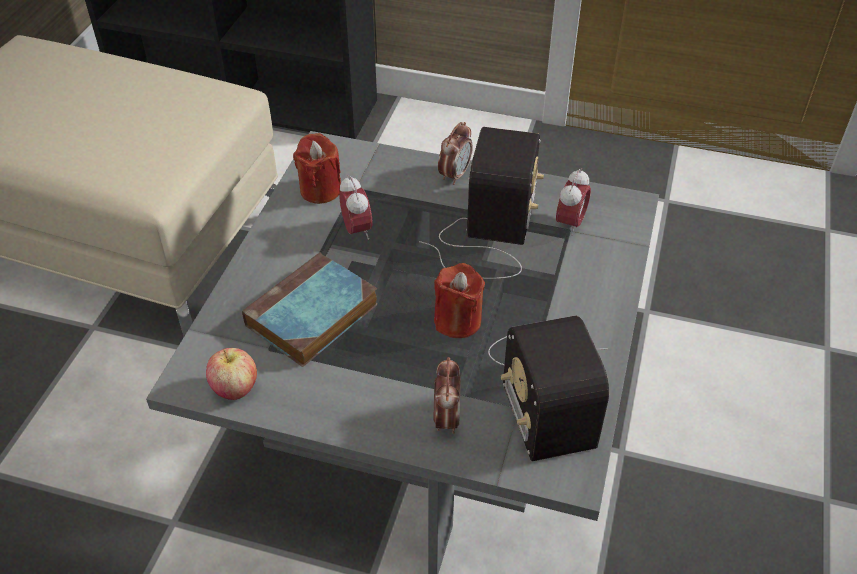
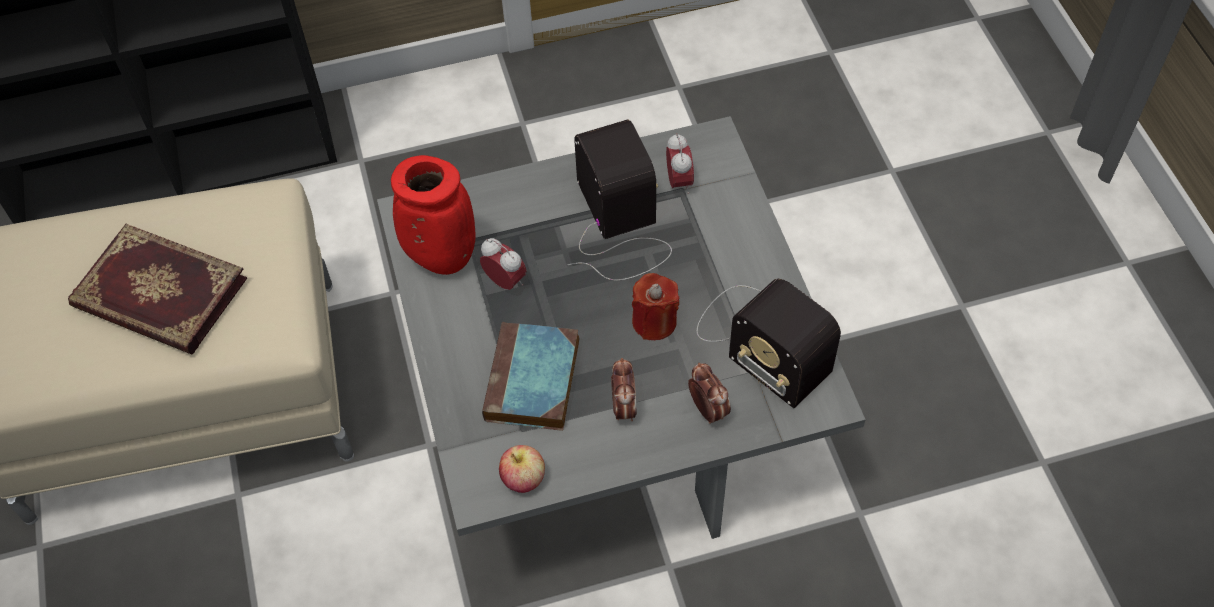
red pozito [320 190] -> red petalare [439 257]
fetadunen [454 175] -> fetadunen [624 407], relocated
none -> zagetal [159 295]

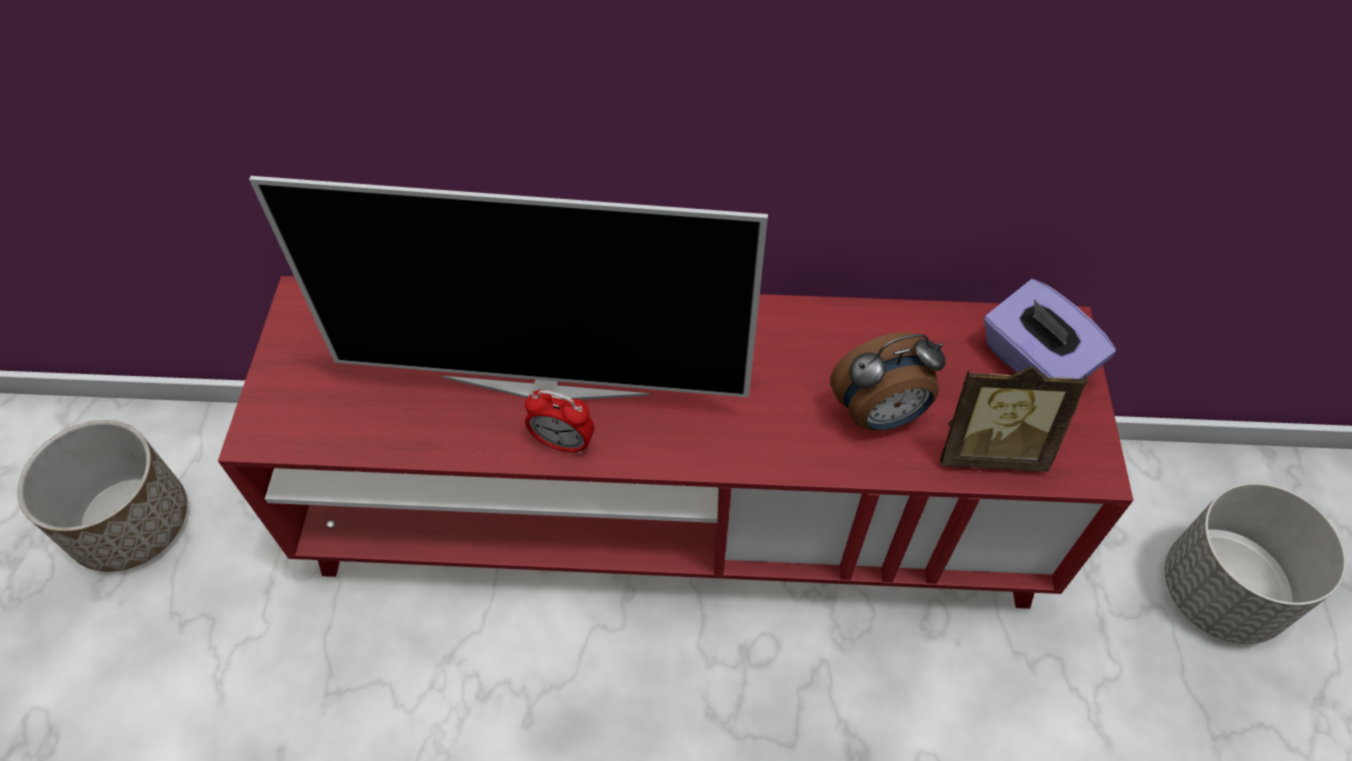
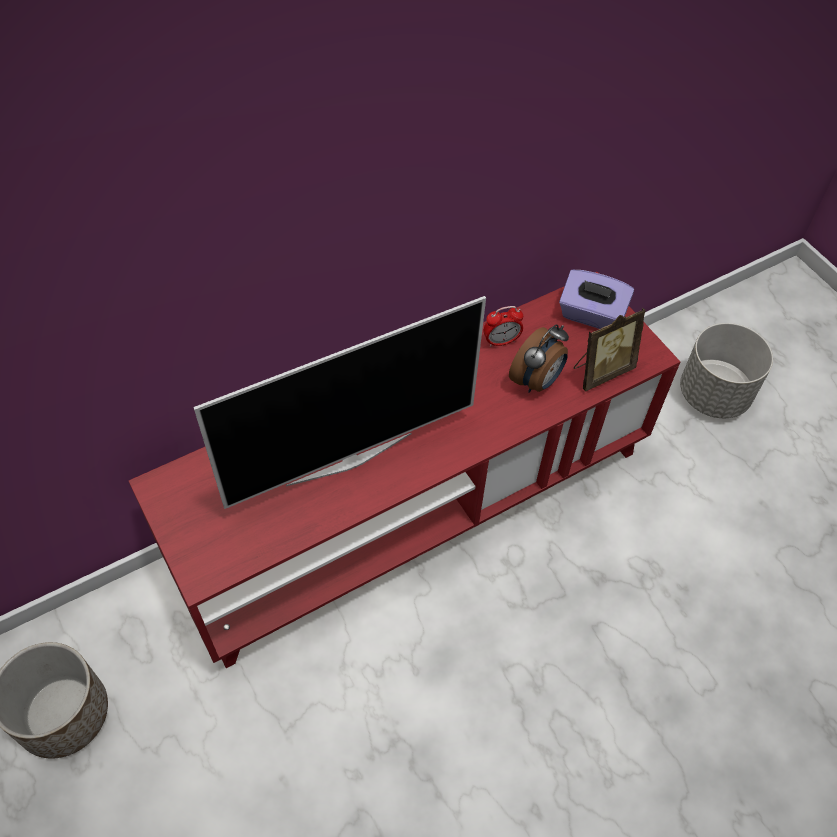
fetadunen [563 443] -> fetadunen [501 341], relocated

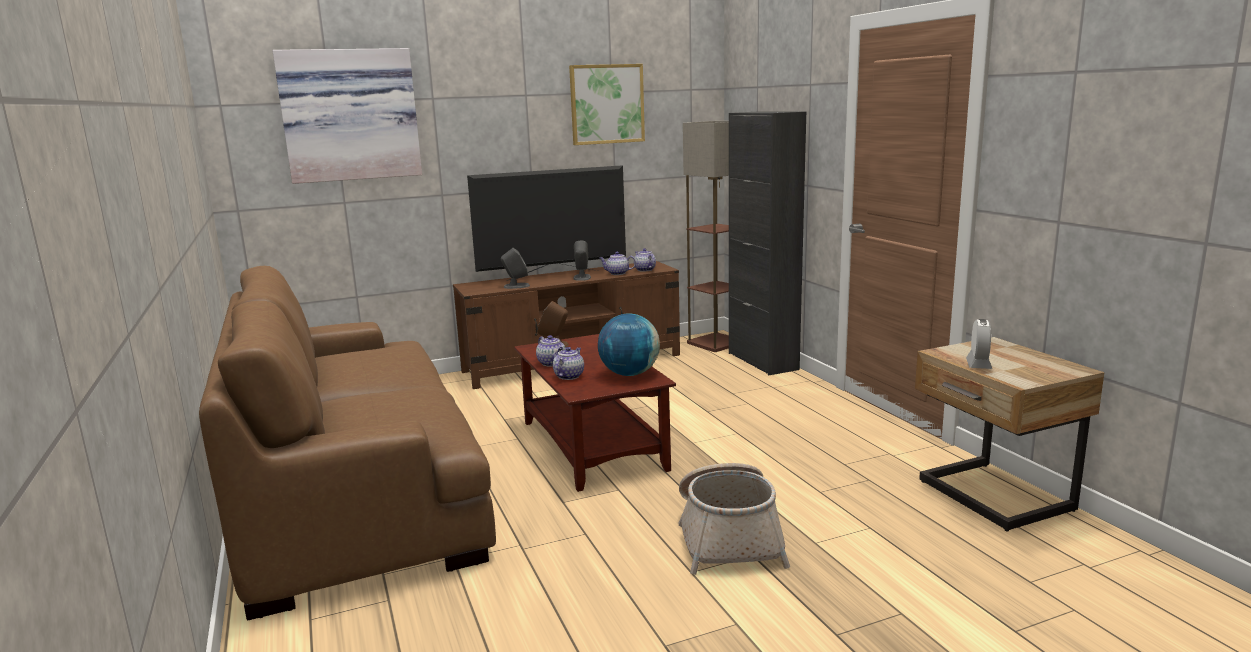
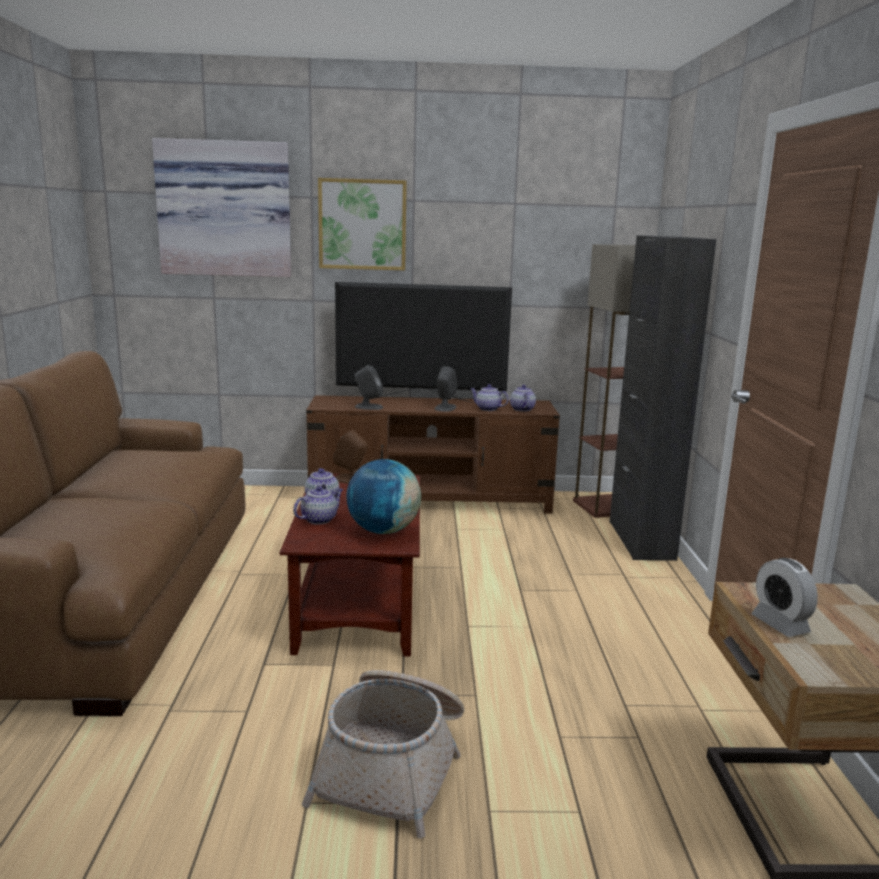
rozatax [607 104] -> rozatax [362 224], relocated
fetadunen [978 364] -> fetadunen [780 624], 120 degrees clockwise

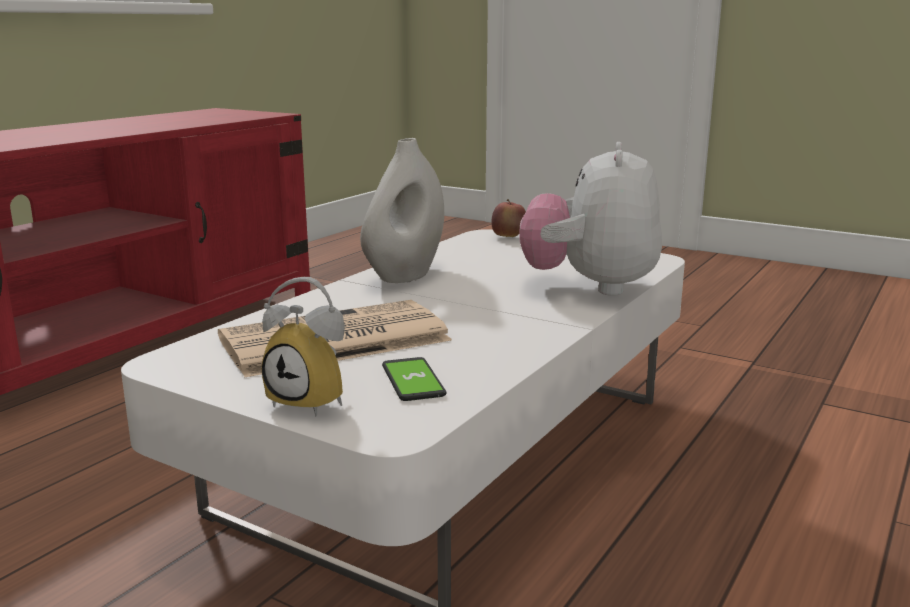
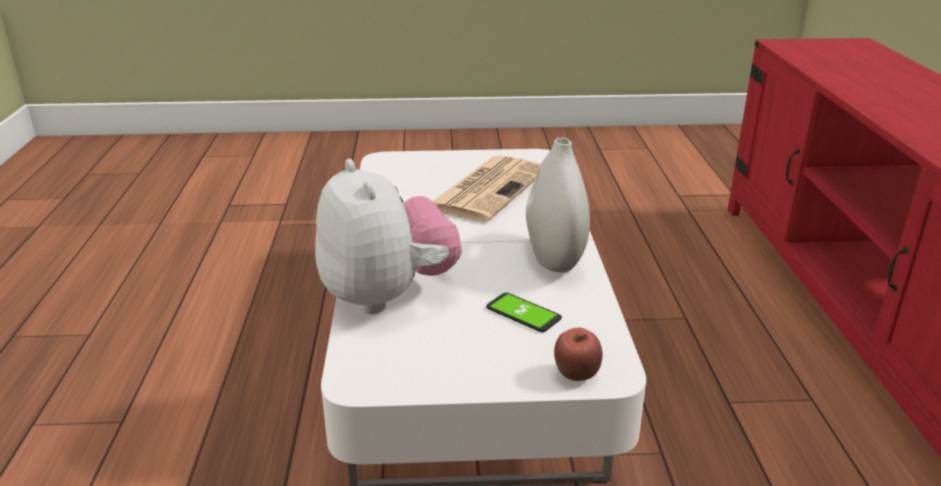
fetadunen [314 401] -> none
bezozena [412 380] -> bezozena [523 313], relocated

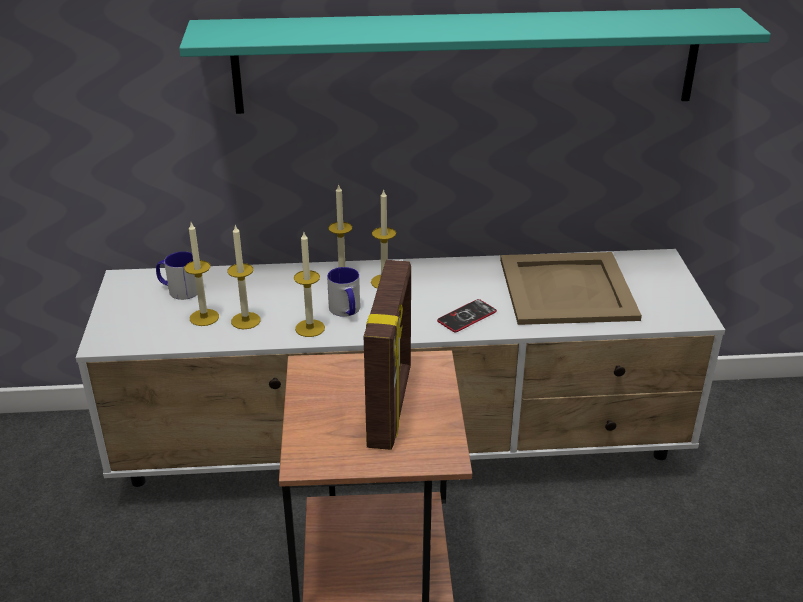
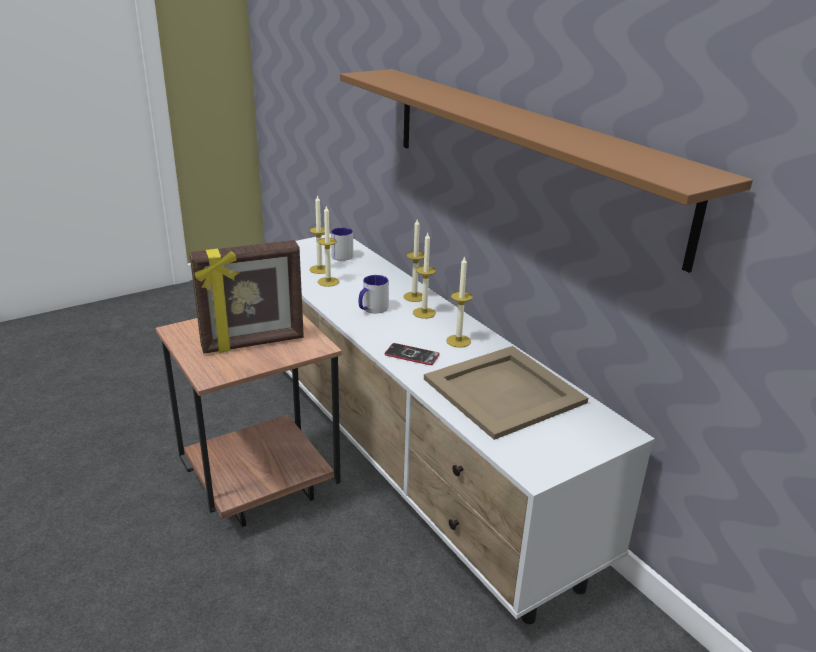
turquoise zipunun [467 61] -> brown zipunun [523 154]
pozito [310 328] -> pozito [458 341], relocated

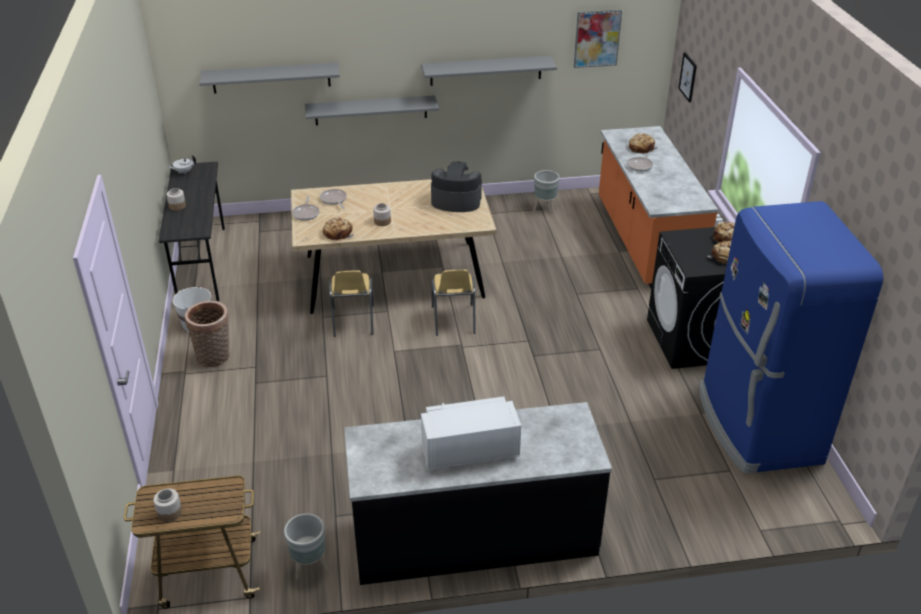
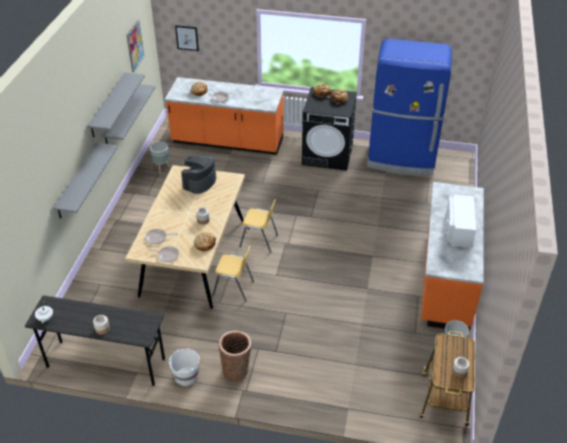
grey zipunun [271 78] -> grey zipunun [120 115], relocated
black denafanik [473 535] -> orange denafanik [445 278]

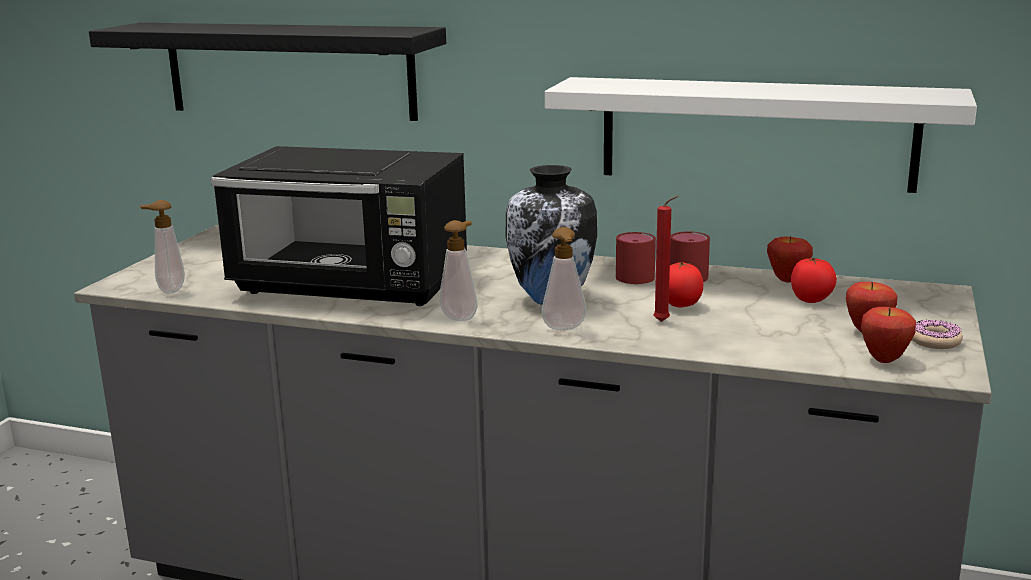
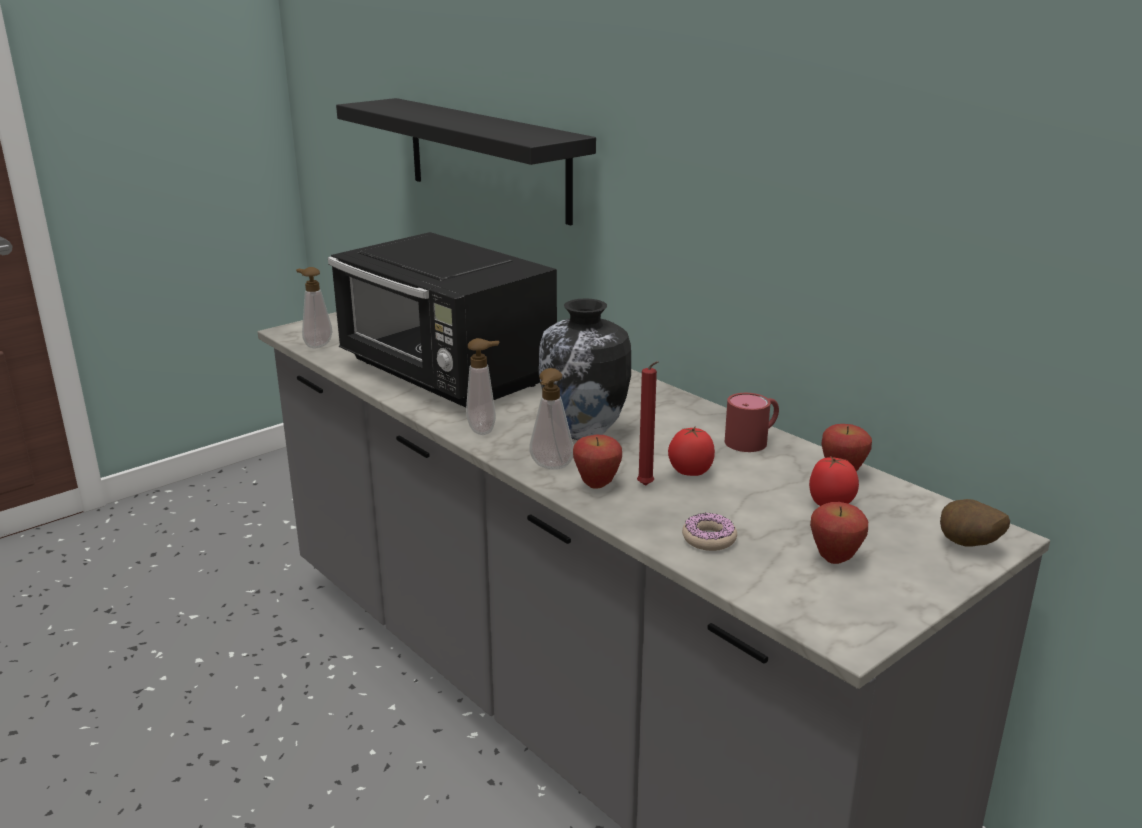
white zipunun [756 133] -> none
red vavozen [640 275] -> none
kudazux [884 360] -> kudazux [597 485], relocated
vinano [935 341] -> vinano [709 539], relocated
none -> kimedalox [968 546]

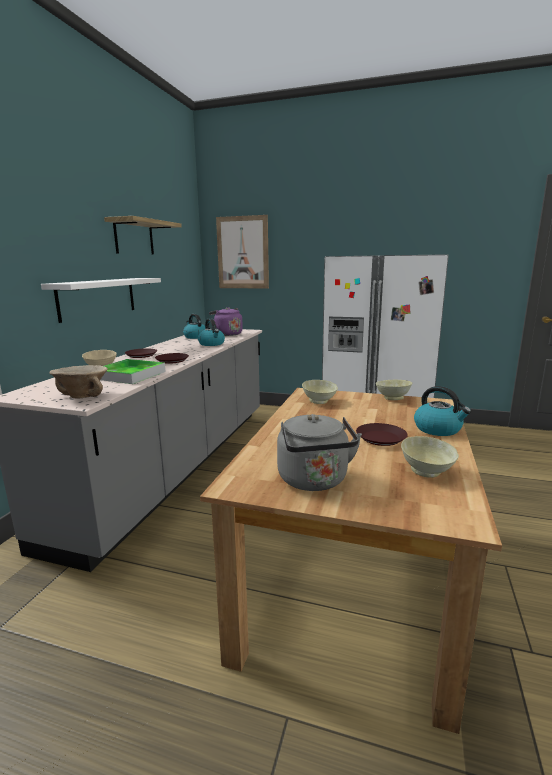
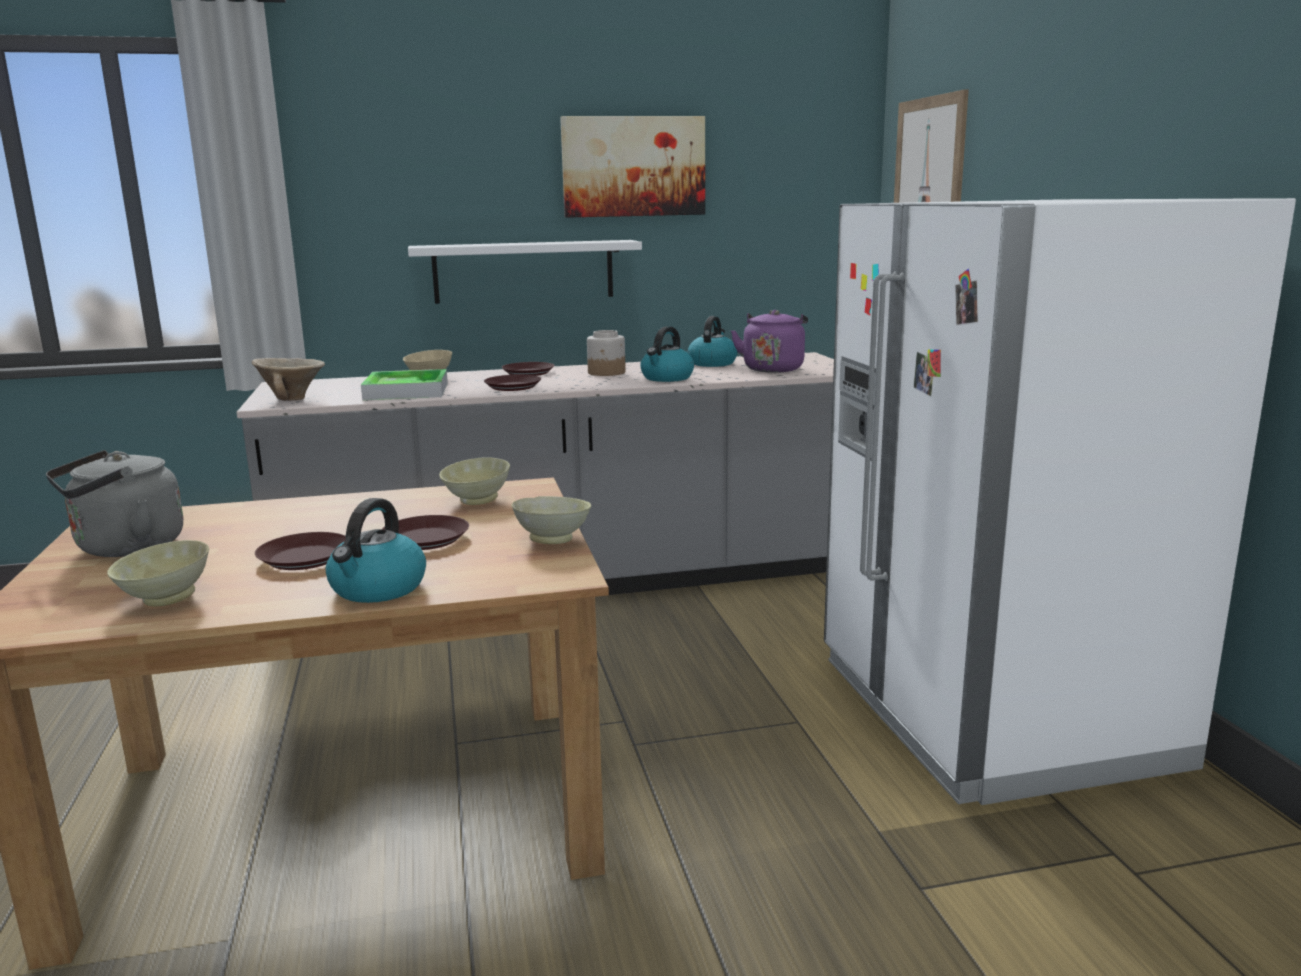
zipunun [134 237] -> rozatax [633 167]
none -> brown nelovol [426 540]
none -> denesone [607 372]

